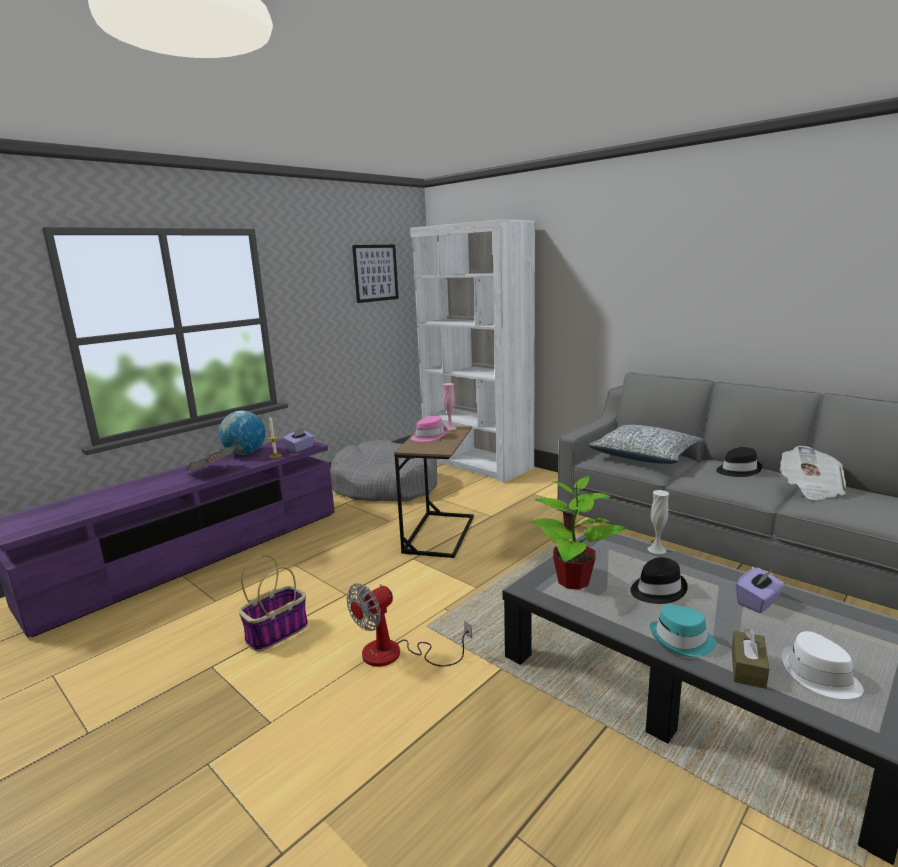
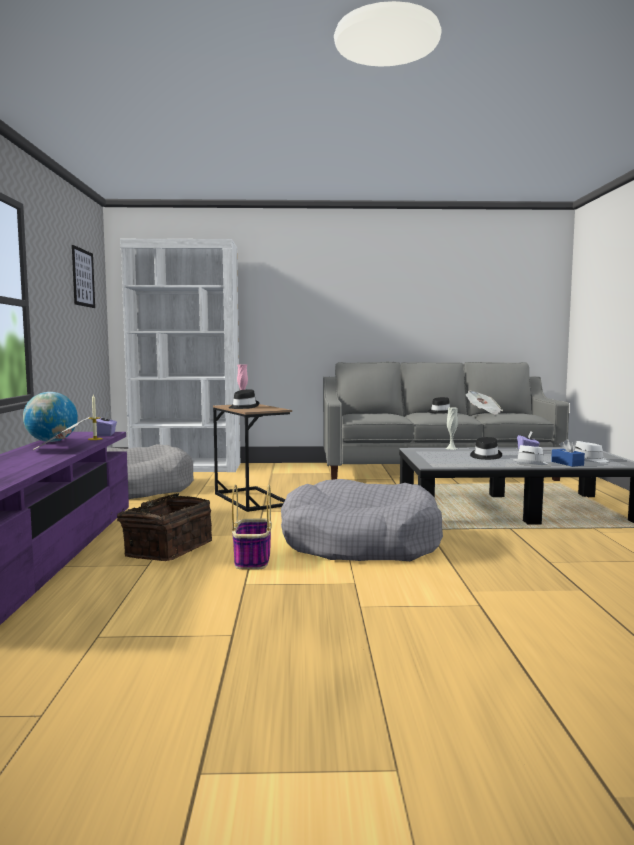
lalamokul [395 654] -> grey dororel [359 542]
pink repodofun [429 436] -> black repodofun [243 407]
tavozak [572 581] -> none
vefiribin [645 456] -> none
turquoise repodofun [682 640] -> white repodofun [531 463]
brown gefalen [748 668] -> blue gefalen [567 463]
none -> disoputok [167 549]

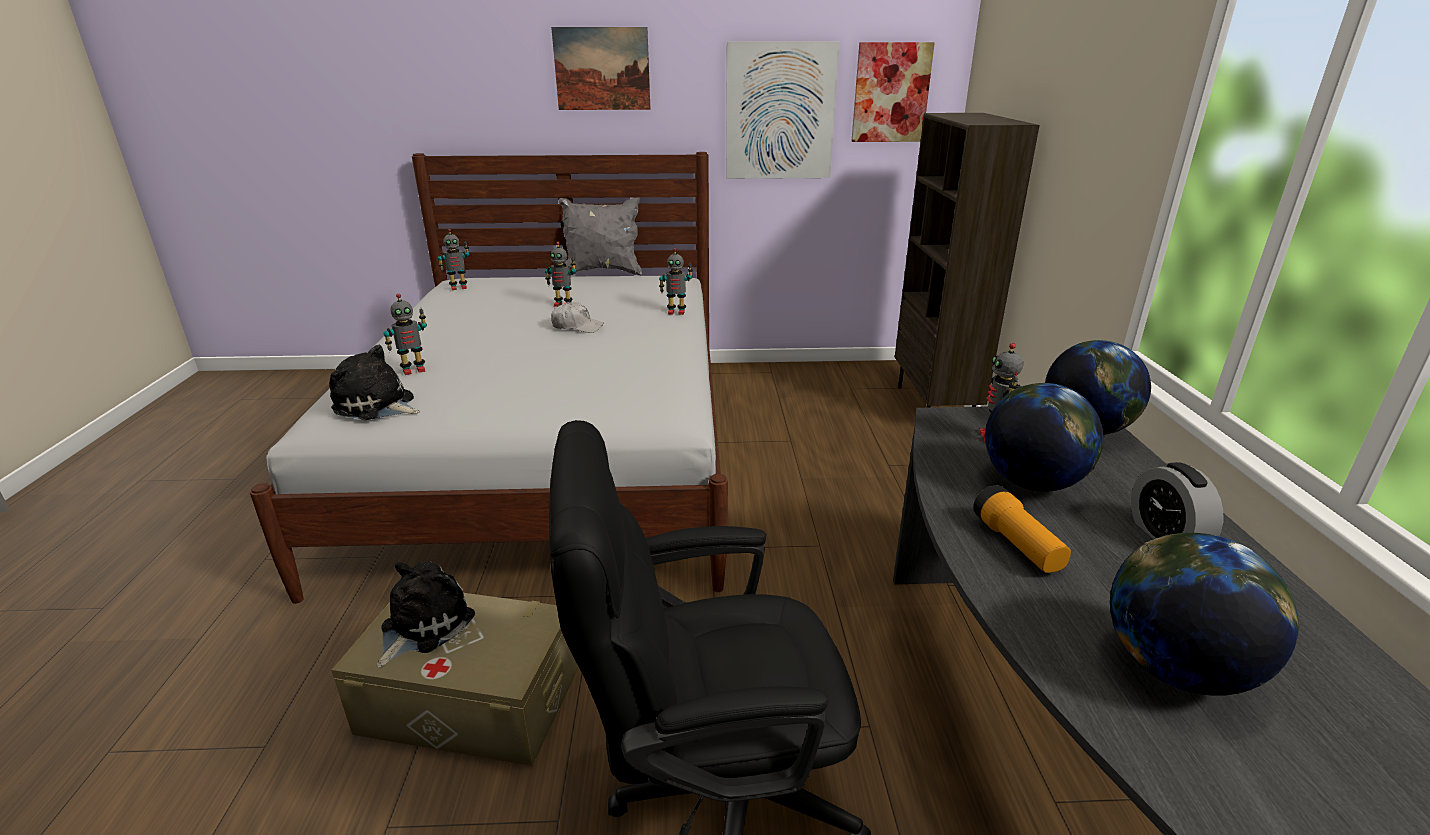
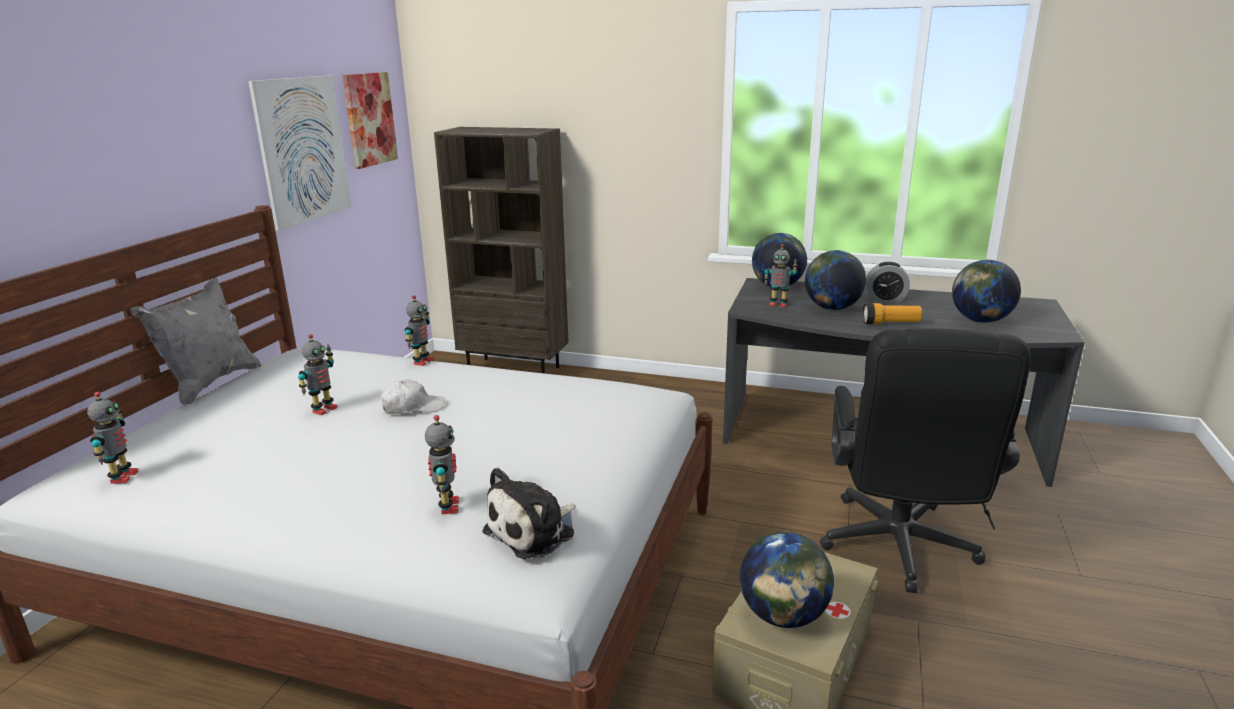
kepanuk [423 625] -> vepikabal [783 616]
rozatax [602 69] -> none
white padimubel [577 327] -> white padimubel [412 407], 45 degrees clockwise

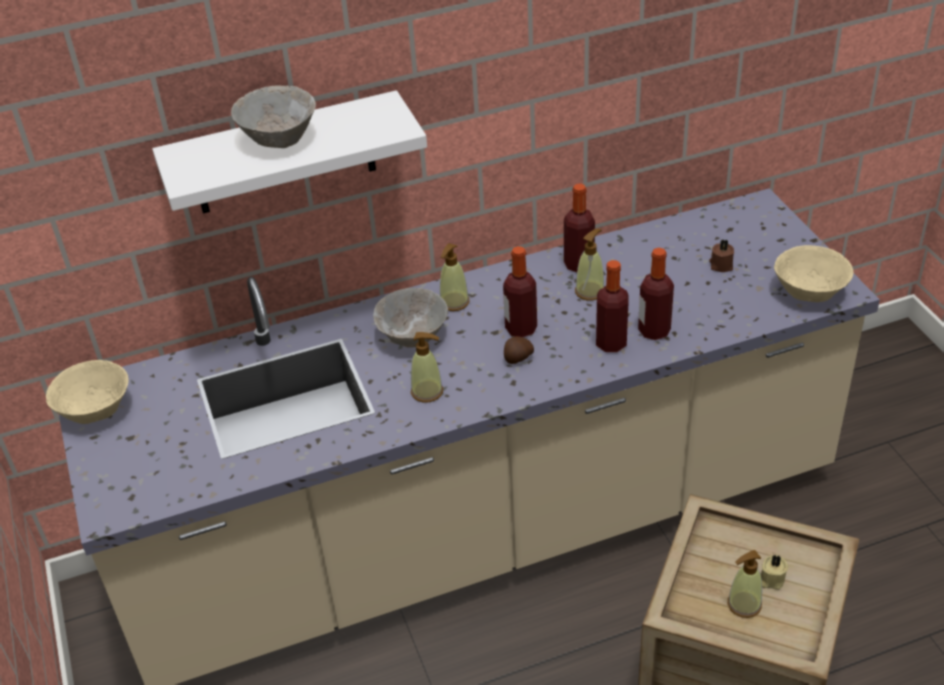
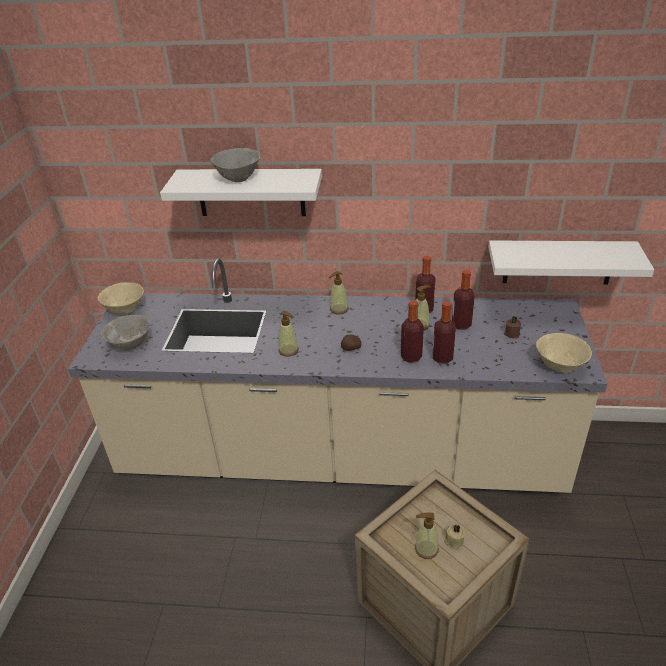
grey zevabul [412 337] -> grey zevabul [130 345], relocated
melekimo [521 328] -> melekimo [461 324], relocated
none -> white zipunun [558 262]

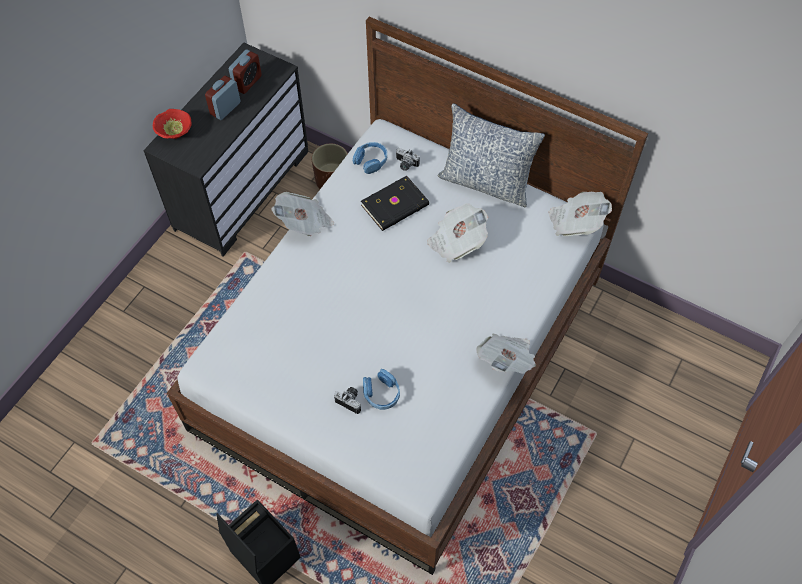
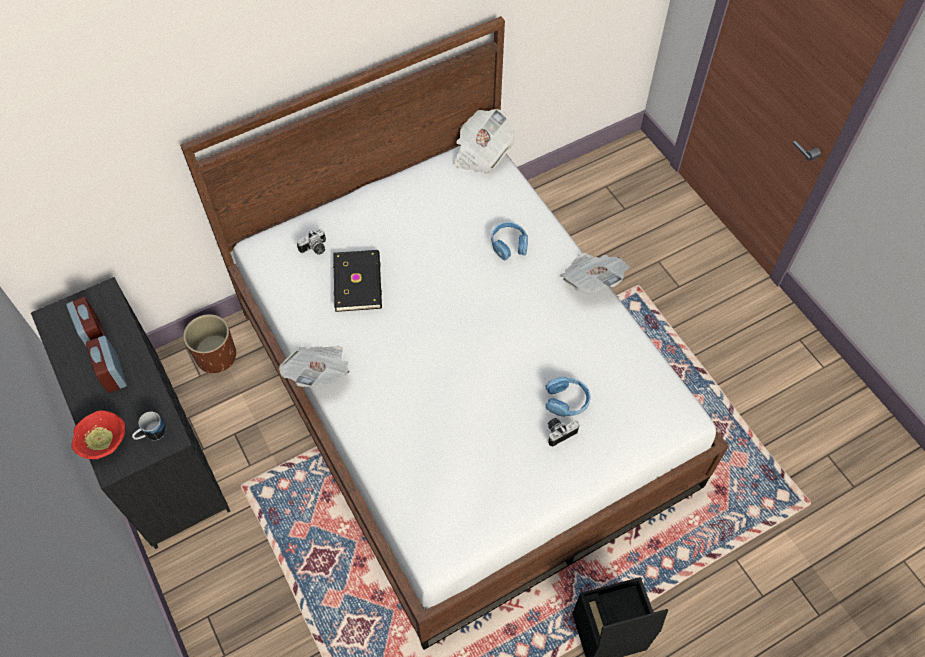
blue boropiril [371 161] -> blue boropiril [509 244], relocated
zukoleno [456 241] -> none
vefiribin [486 182] -> none
none -> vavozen [151 434]

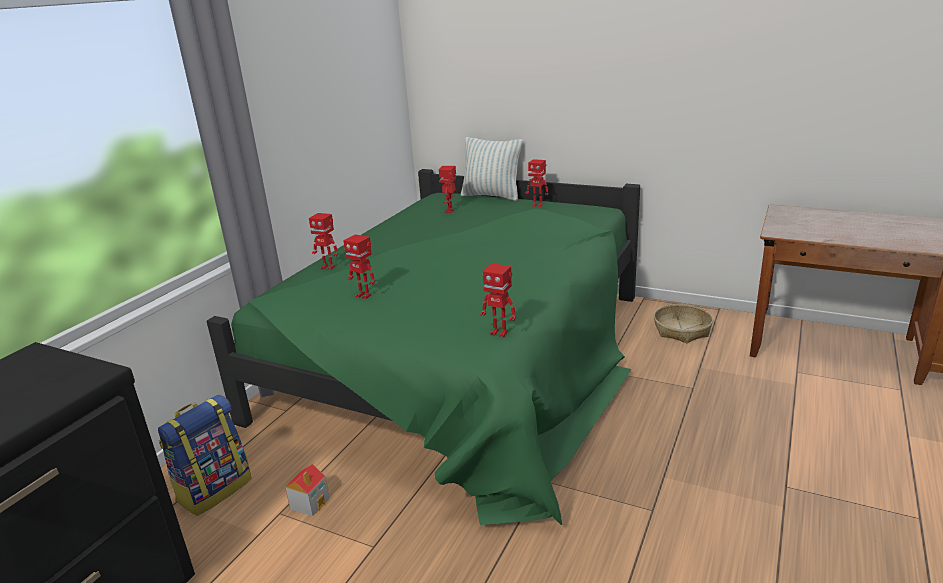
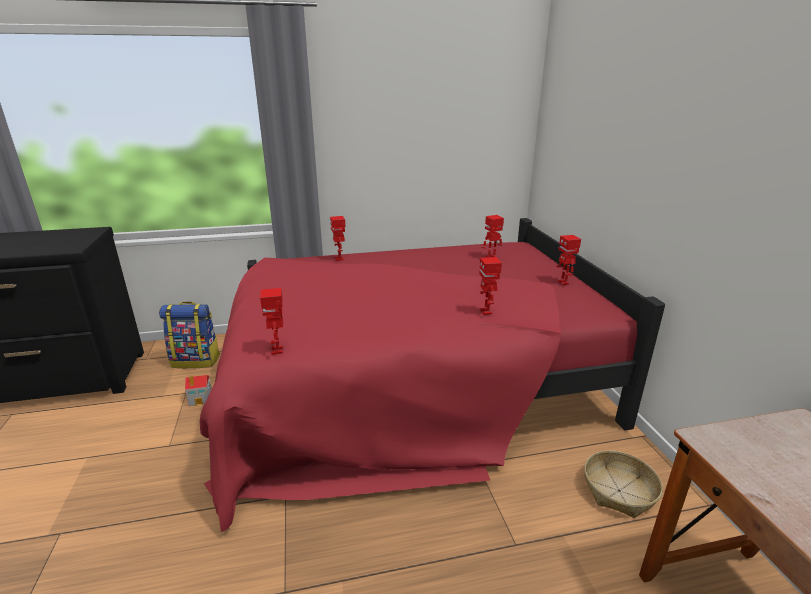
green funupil [466 360] -> red funupil [411 383]
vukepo [364 295] -> vukepo [486 312], relocated
vefiribin [492 196] -> none

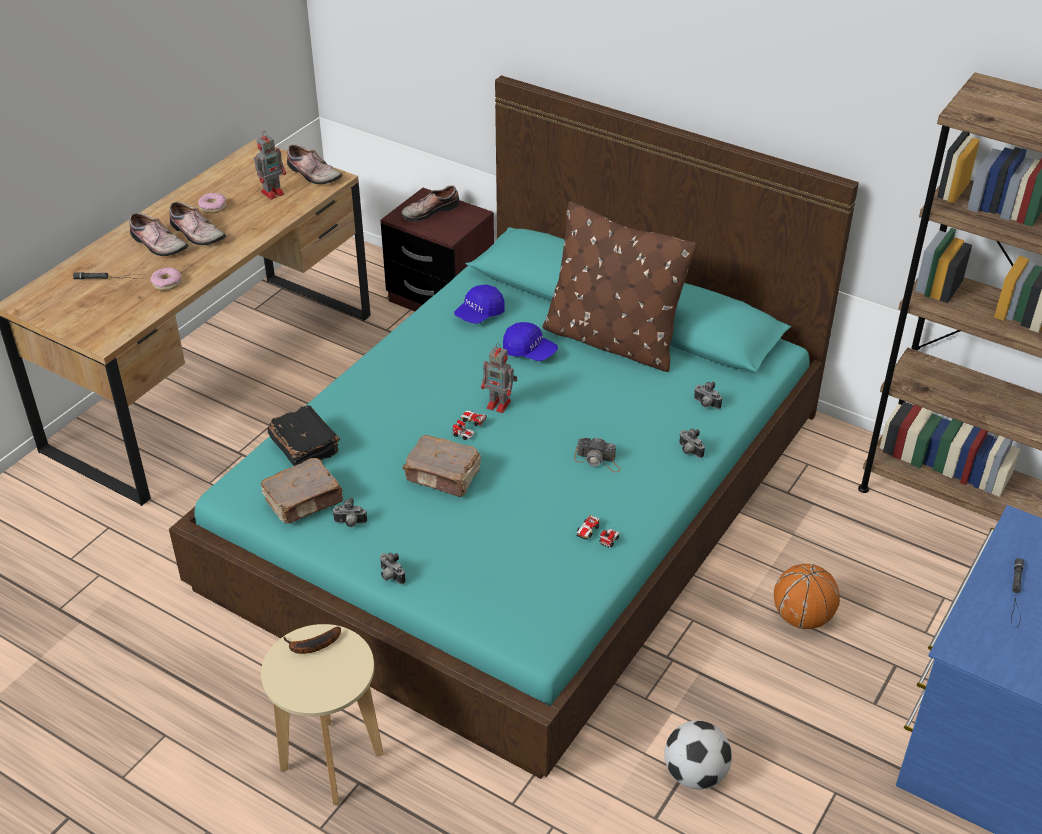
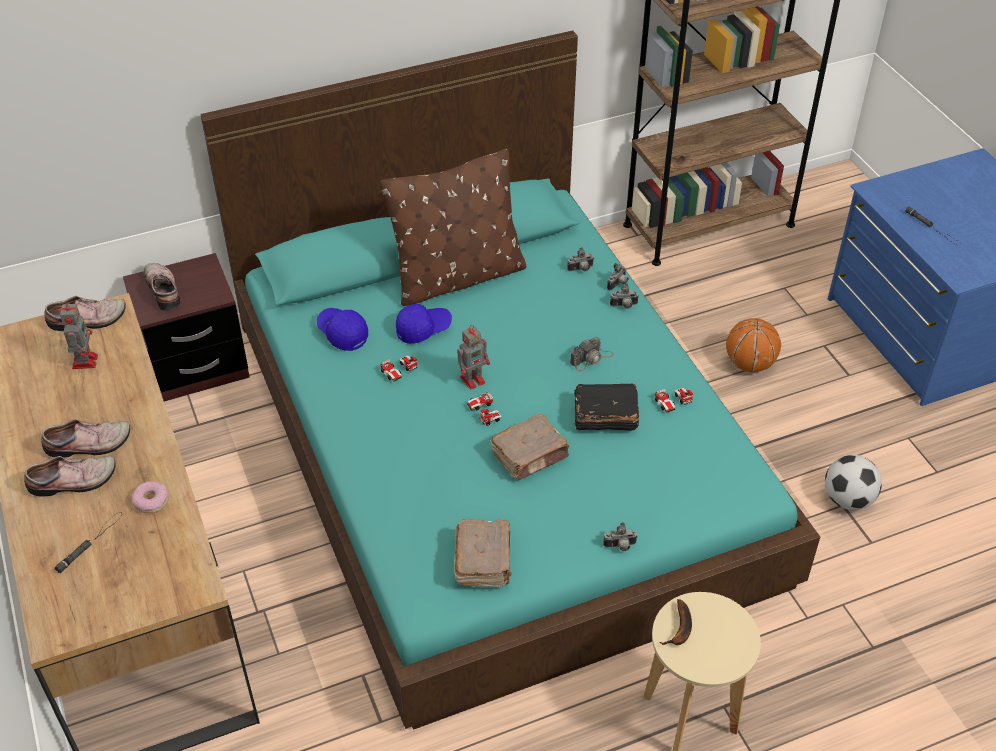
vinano [213 207] -> none
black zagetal [304 446] -> black zagetal [604 416], relocated
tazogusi [350 523] -> tazogusi [618 284], relocated
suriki [429 211] -> suriki [165 290], 150 degrees clockwise
blue padimubel [479 314] -> blue padimubel [342 333], 150 degrees clockwise
none -> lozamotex [400 370]

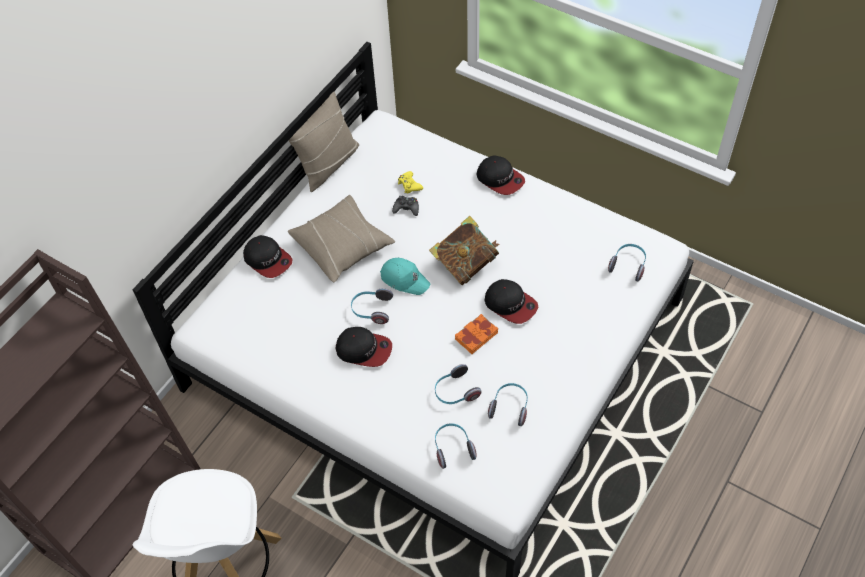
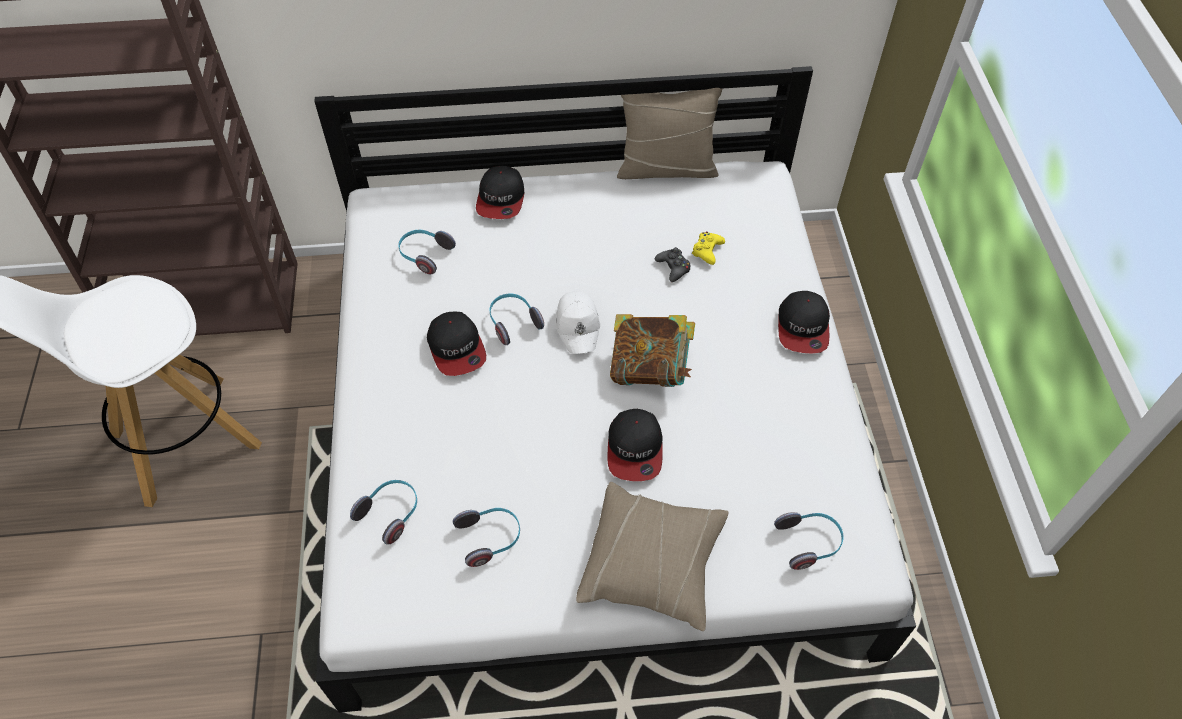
beige vefiribin [342 246] -> beige vefiribin [652 564], relocated
turquoise padimubel [404 279] -> white padimubel [578 326]
boropiril [455 392] -> boropiril [425 255], relocated
orange zagetal [476 336] -> none

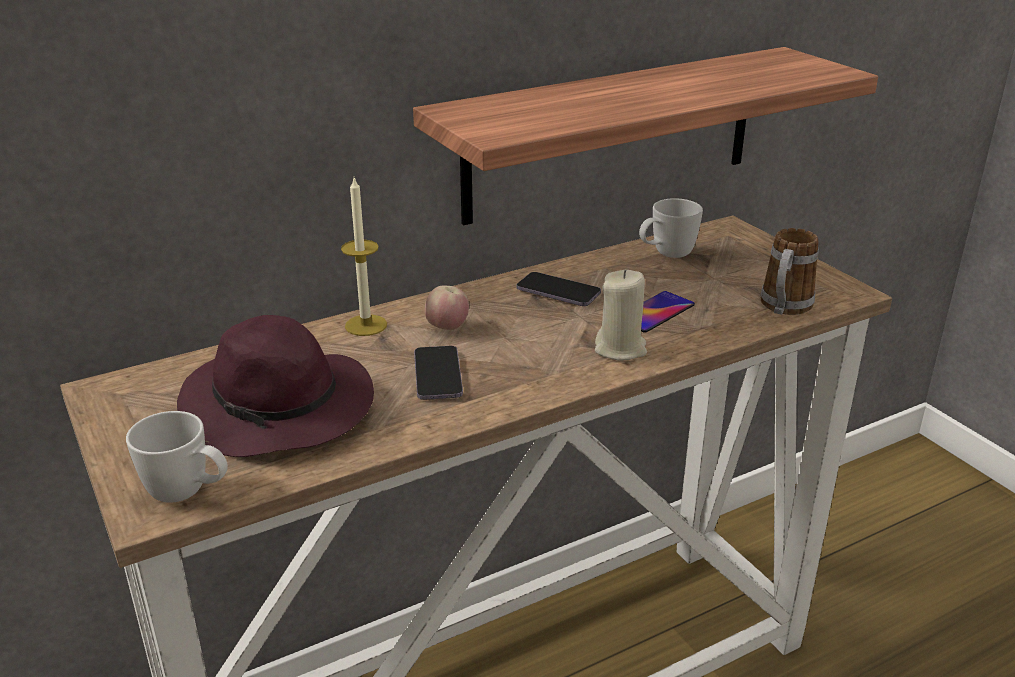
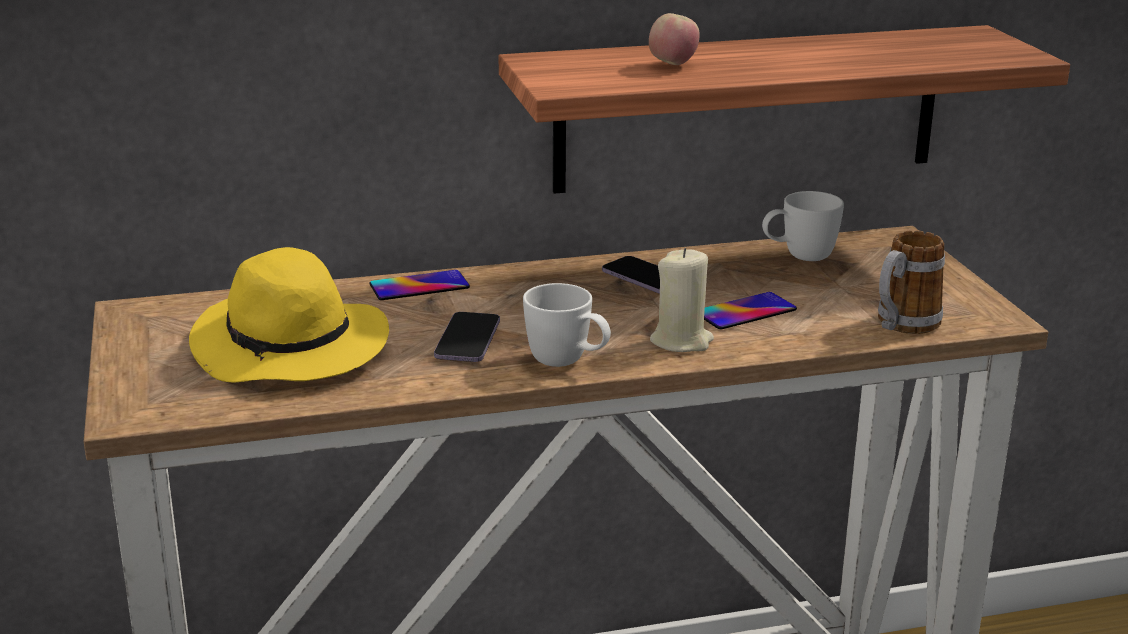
white vavozen [189 494] -> white vavozen [568 363], relocated
purple repodofun [280 409] -> yellow repodofun [292 349]
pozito [366 325] -> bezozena [419 286]
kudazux [447 328] -> kudazux [673 65], relocated

